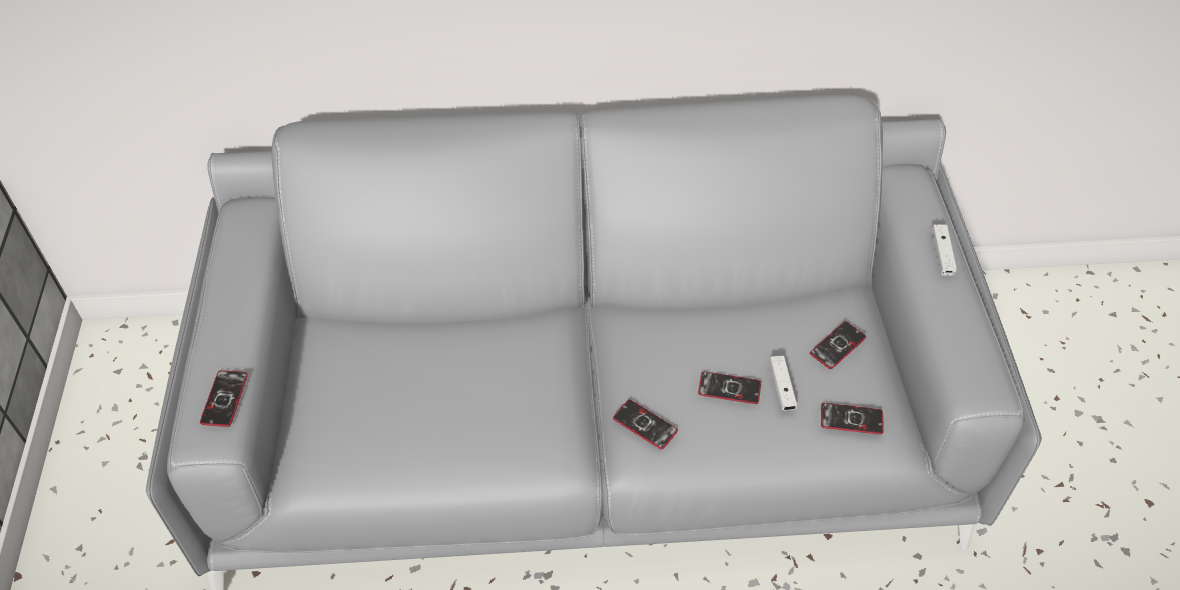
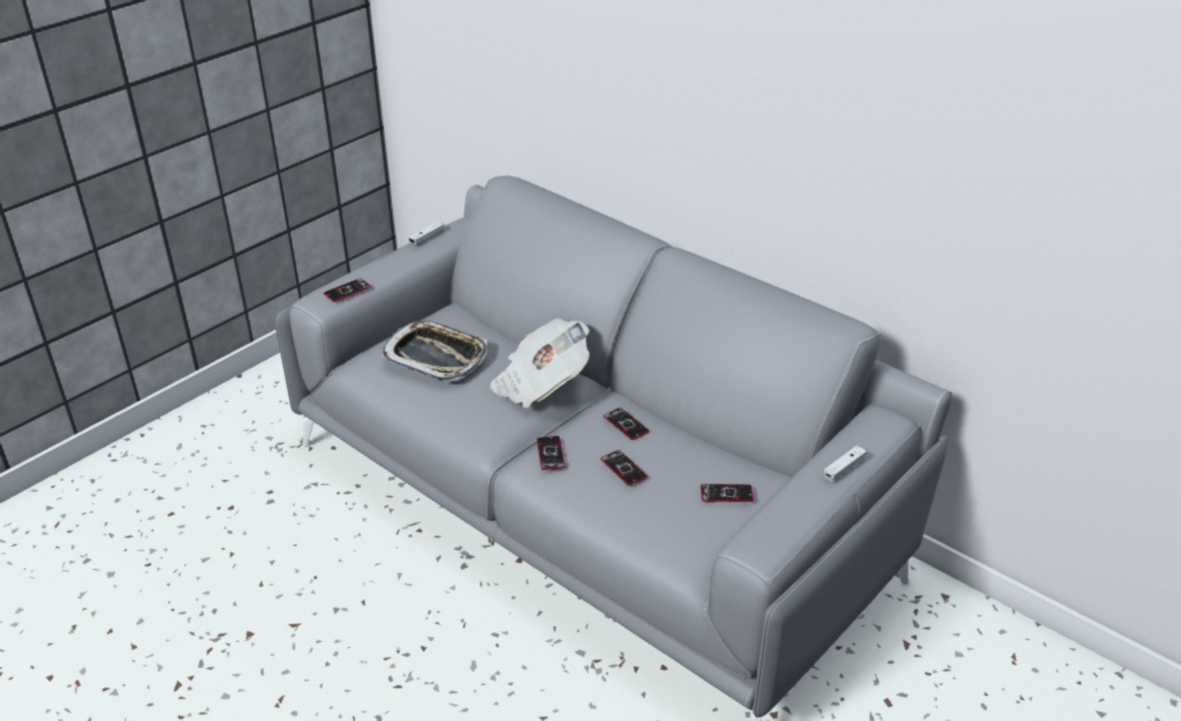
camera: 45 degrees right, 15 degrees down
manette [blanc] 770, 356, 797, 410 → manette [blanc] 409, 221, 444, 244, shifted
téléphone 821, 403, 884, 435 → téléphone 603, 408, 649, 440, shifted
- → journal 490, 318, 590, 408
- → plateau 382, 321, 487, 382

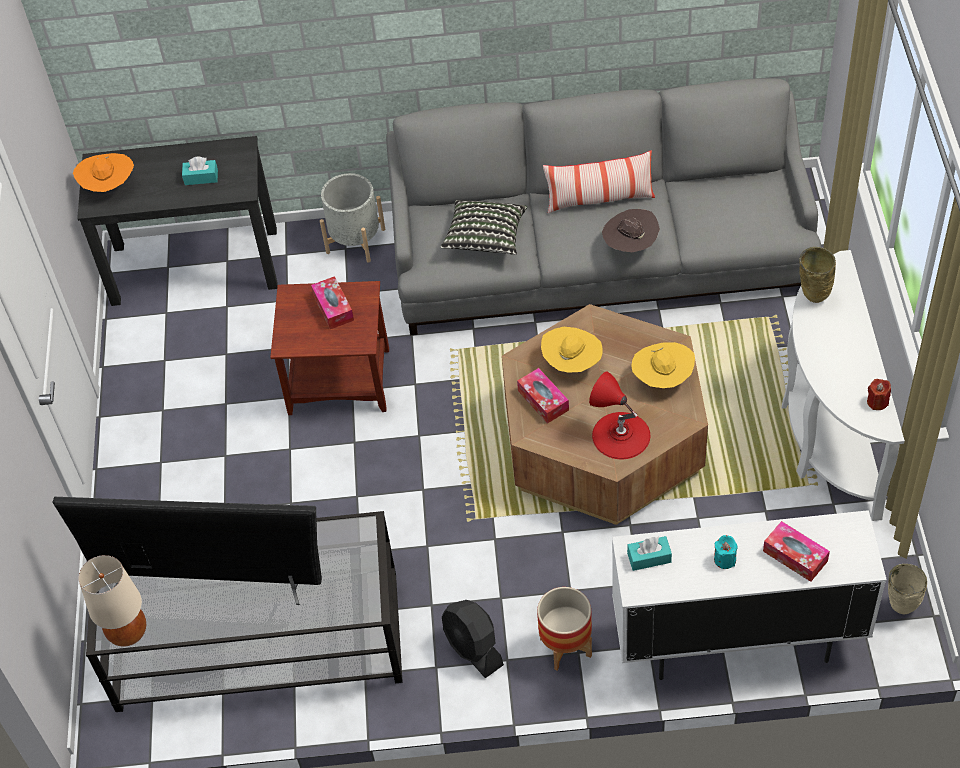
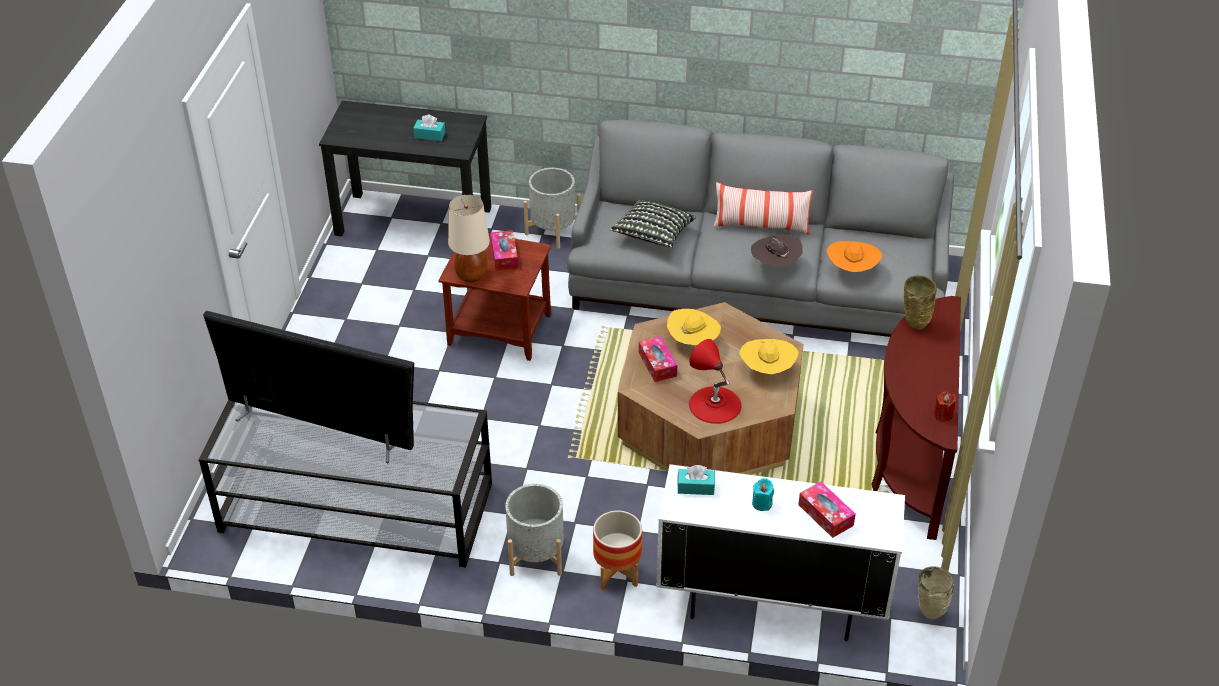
camera: 10 degrees right, 10 degrees down
chapeau [orange] 73, 153, 134, 192 → chapeau [orange] 826, 241, 883, 272, shifted
table console [blanc] 782, 250, 905, 521 → table console [marron] 871, 296, 961, 540
lampe de table [beige] 79, 555, 146, 646 → lampe de table [beige] 448, 195, 490, 282, shifted
ventilateur [noir] 442, 600, 504, 678 → cache-pot [gris] 505, 484, 564, 576

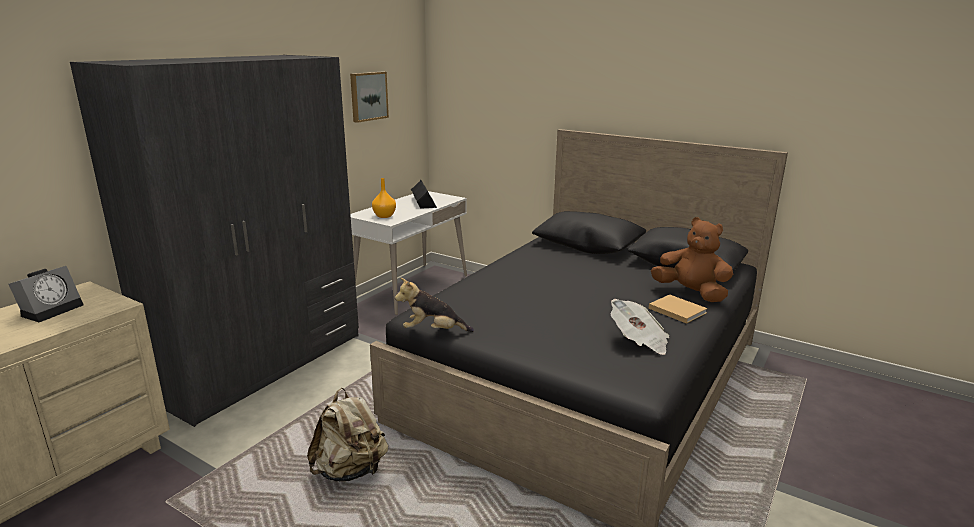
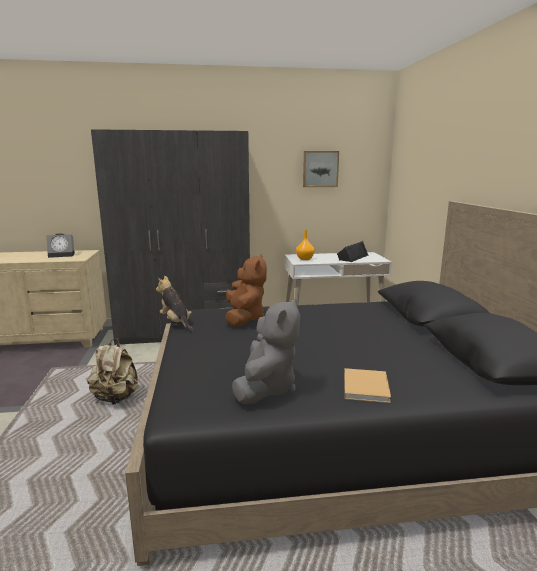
camera: 50 degrees right, 5 degrees down
peluche [marron] 651, 217, 733, 302 → peluche [marron] 225, 254, 267, 326, shifted
journal 610, 299, 669, 355 → peluche [gris] 232, 299, 300, 404

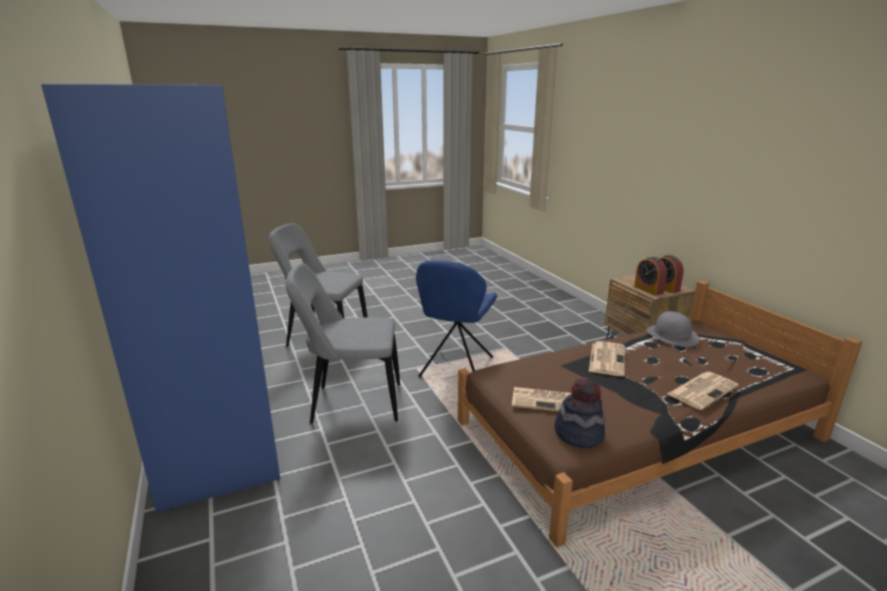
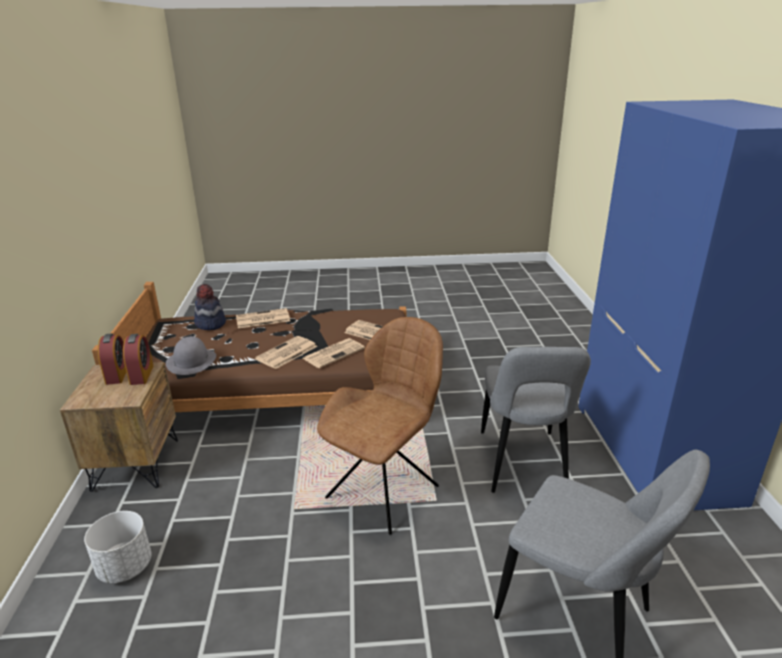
camera: 160 degrees left, 5 degrees up
chaise [bleu] 416, 260, 497, 377 → chaise [marron] 317, 317, 443, 535
chaise [gris] 286, 263, 400, 423 → chaise [gris] 481, 347, 591, 493, 75 degrees clockwise
chapeau 554, 377, 605, 448 → chapeau 194, 284, 226, 330, shifted
- → journal 303, 338, 365, 368
- → cache-pot [blanc] 84, 511, 152, 583

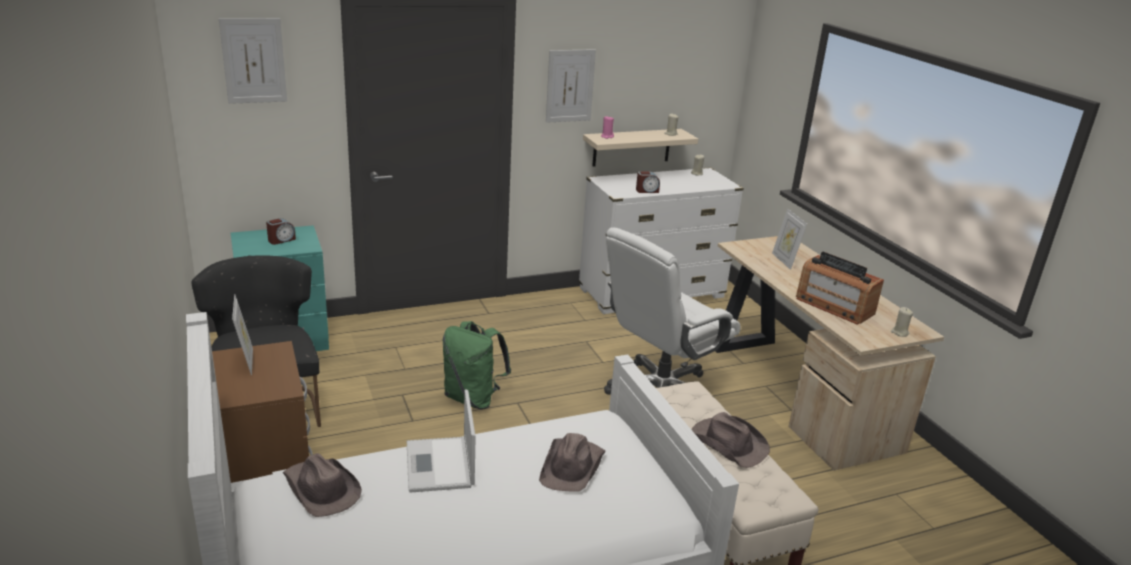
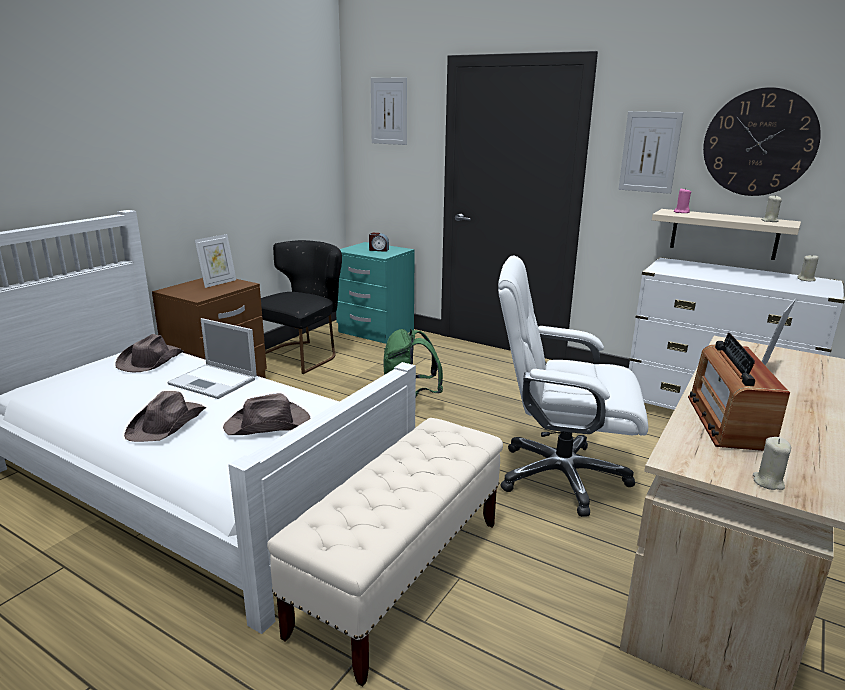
camera: 55 degrees right, 5 degrees down
réveil 636, 171, 660, 193 → -
ordinateur portable 407, 389, 476, 493 → ordinateur portable 167, 318, 257, 399, 105 degrees counterclockwise
chapeau [marron] 691, 412, 770, 468 → chapeau [marron] 124, 391, 207, 442, shifted
- → horloge murale 703, 87, 821, 196

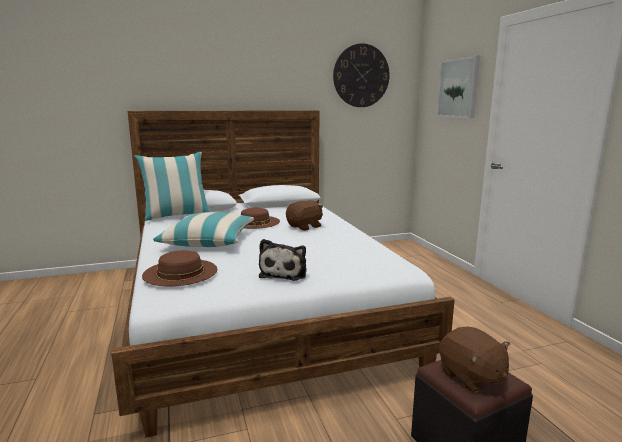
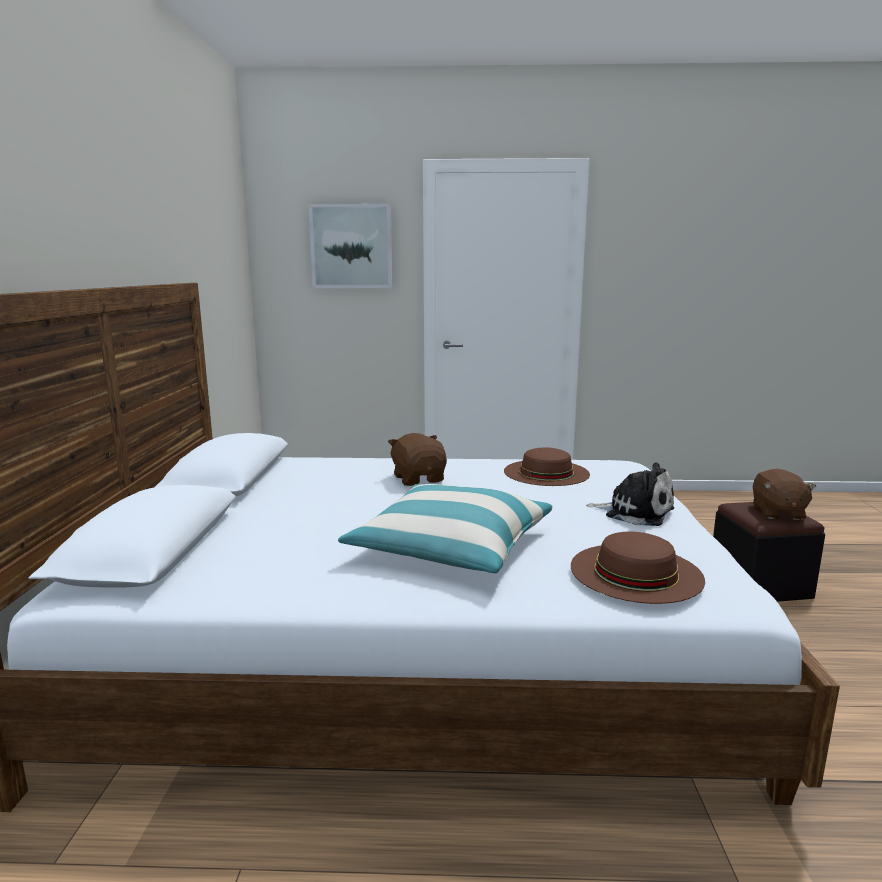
camera: 70 degrees left, 0 degrees up
horloge murale 333, 43, 390, 107 → -
coussin 134, 152, 211, 221 → -
chapeau [marron] 241, 208, 280, 229 → chapeau [marron] 504, 447, 590, 486, shifted
peluche [marron] 439, 326, 510, 393 → peluche [marron] 753, 469, 816, 520, 105 degrees clockwise

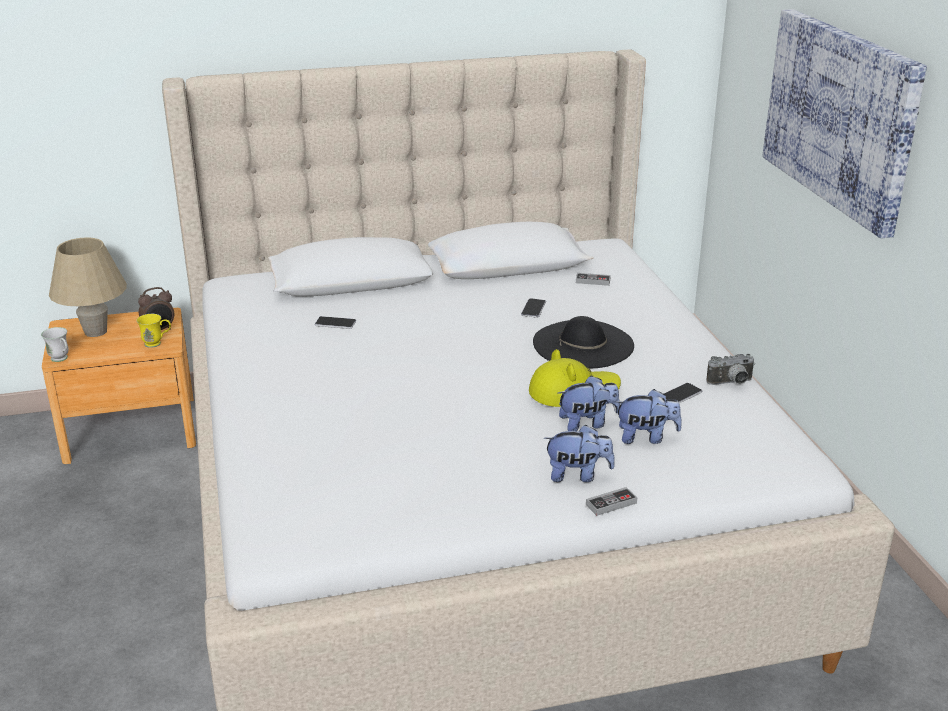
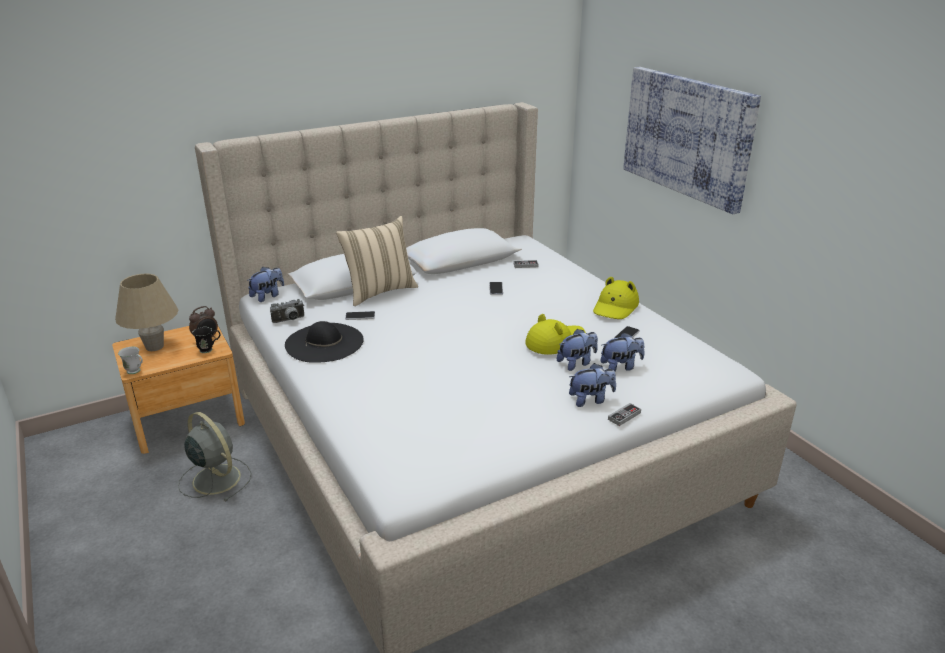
camera: 15 degrees left, 0 degrees up
mug [jaune] 136, 314, 171, 348 → mug [noir] 192, 327, 220, 353
chapeau [noir] 533, 316, 634, 368 → chapeau [noir] 285, 321, 364, 363, shifted
appareil photo 706, 354, 755, 385 → appareil photo 270, 299, 304, 323, shifted
- → coussin [beige] 336, 216, 418, 306
- → peluche 247, 267, 284, 302
- → chapeau [jaune] 593, 277, 639, 319
- → ventilateur [gris] 178, 412, 251, 501

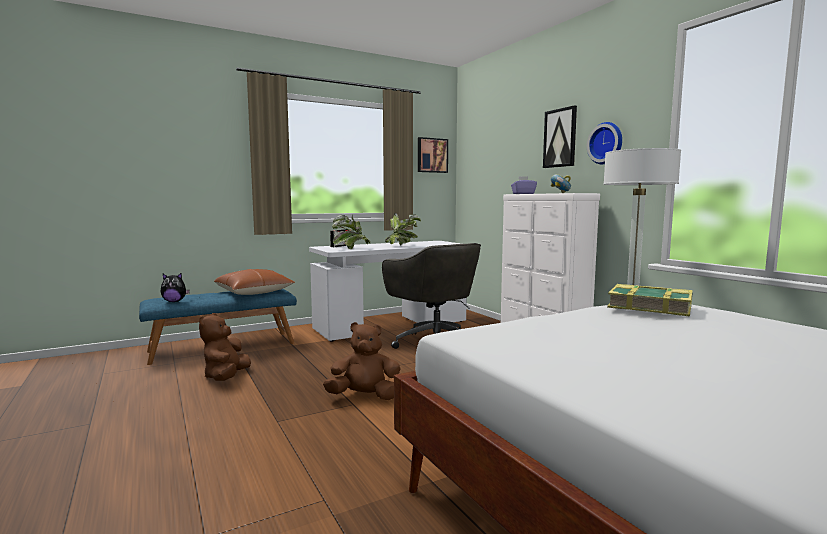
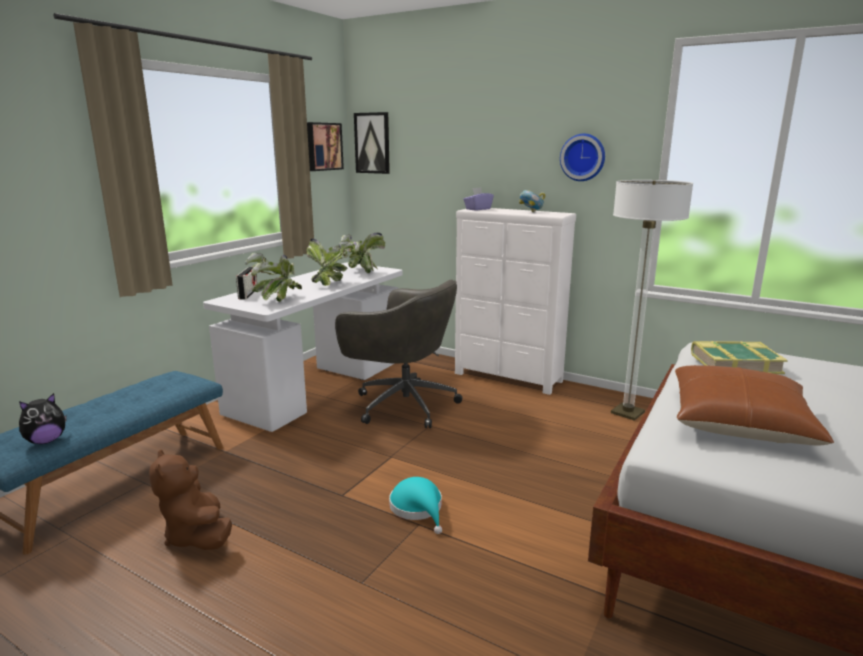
camera: 30 degrees left, 10 degrees up
tableau 543, 105, 577, 168 → tableau 354, 112, 390, 174, shifted
coussin [marron] 214, 269, 295, 295 → coussin [marron] 675, 365, 834, 446, shifted
peluche [marron] 323, 322, 401, 400 → chapeau [turquoise] 389, 477, 442, 534
- → plante en pot 341, 233, 385, 273

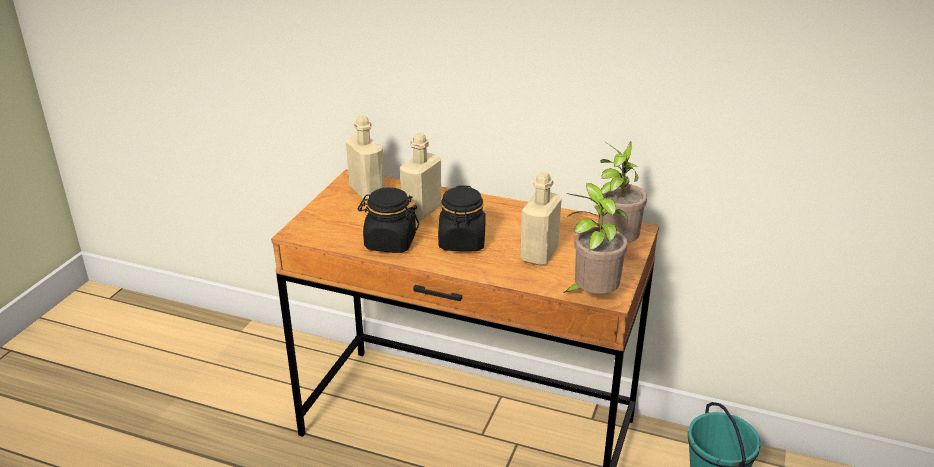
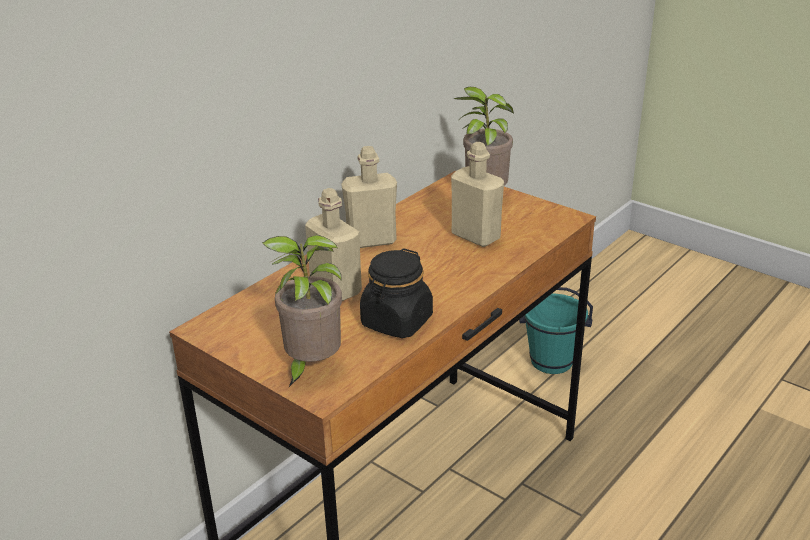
camera: 70 degrees left, 0 degrees up
bouteille [beige] 346, 115, 385, 199 → bouteille [beige] 341, 146, 397, 248, shifted
plante en pot 564, 183, 628, 294 → plante en pot 262, 235, 342, 387, shifted
bocal [noir] 438, 185, 486, 252 → -

